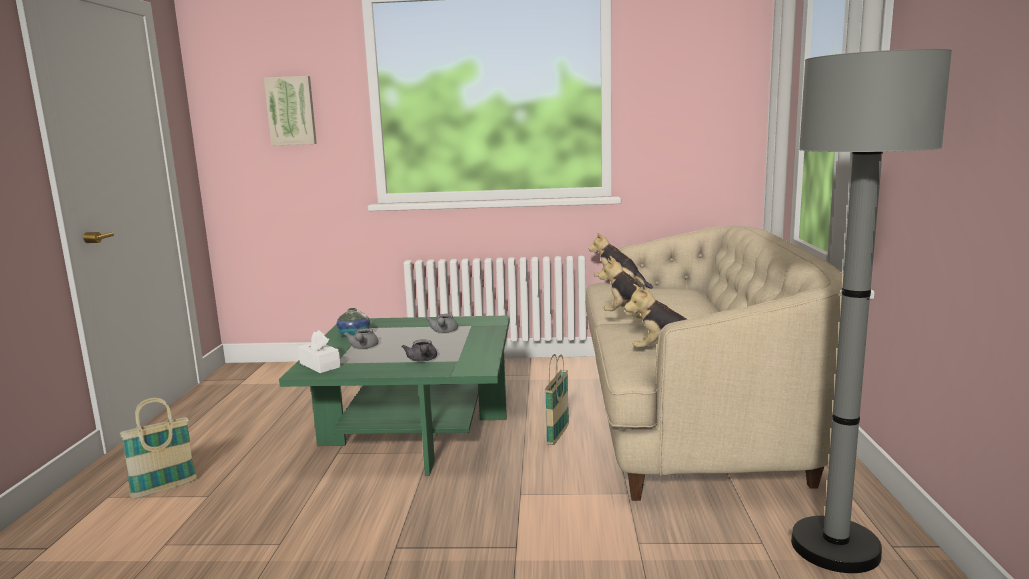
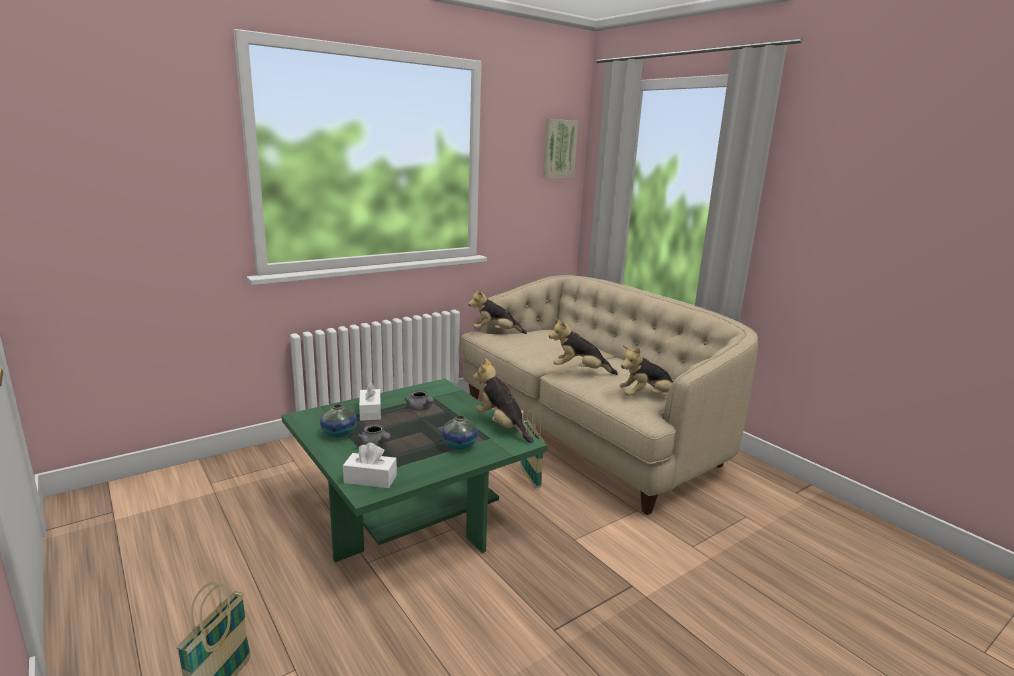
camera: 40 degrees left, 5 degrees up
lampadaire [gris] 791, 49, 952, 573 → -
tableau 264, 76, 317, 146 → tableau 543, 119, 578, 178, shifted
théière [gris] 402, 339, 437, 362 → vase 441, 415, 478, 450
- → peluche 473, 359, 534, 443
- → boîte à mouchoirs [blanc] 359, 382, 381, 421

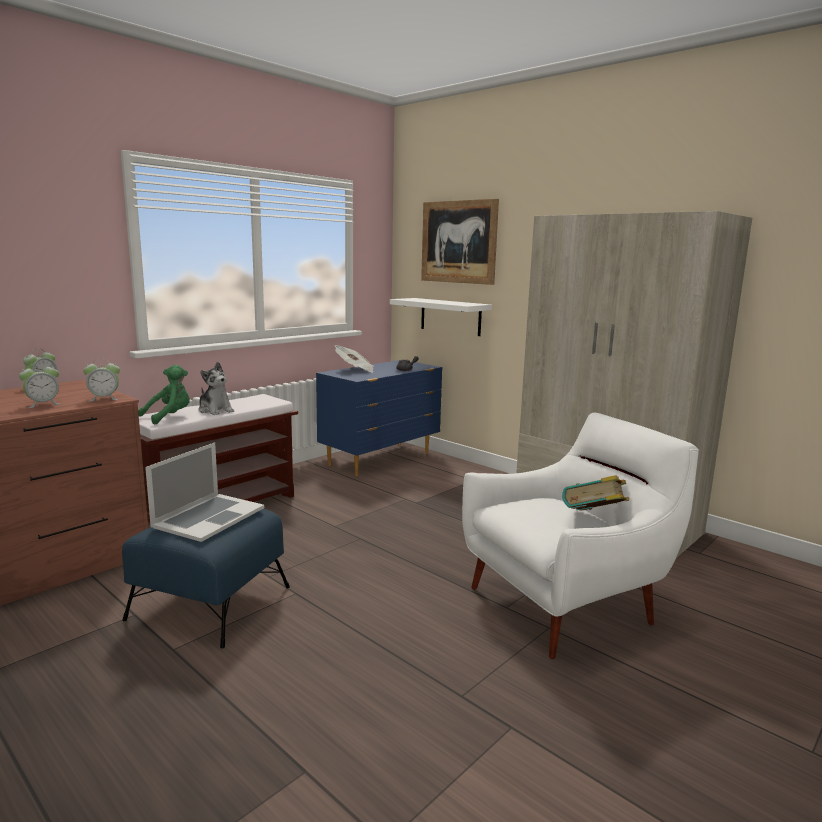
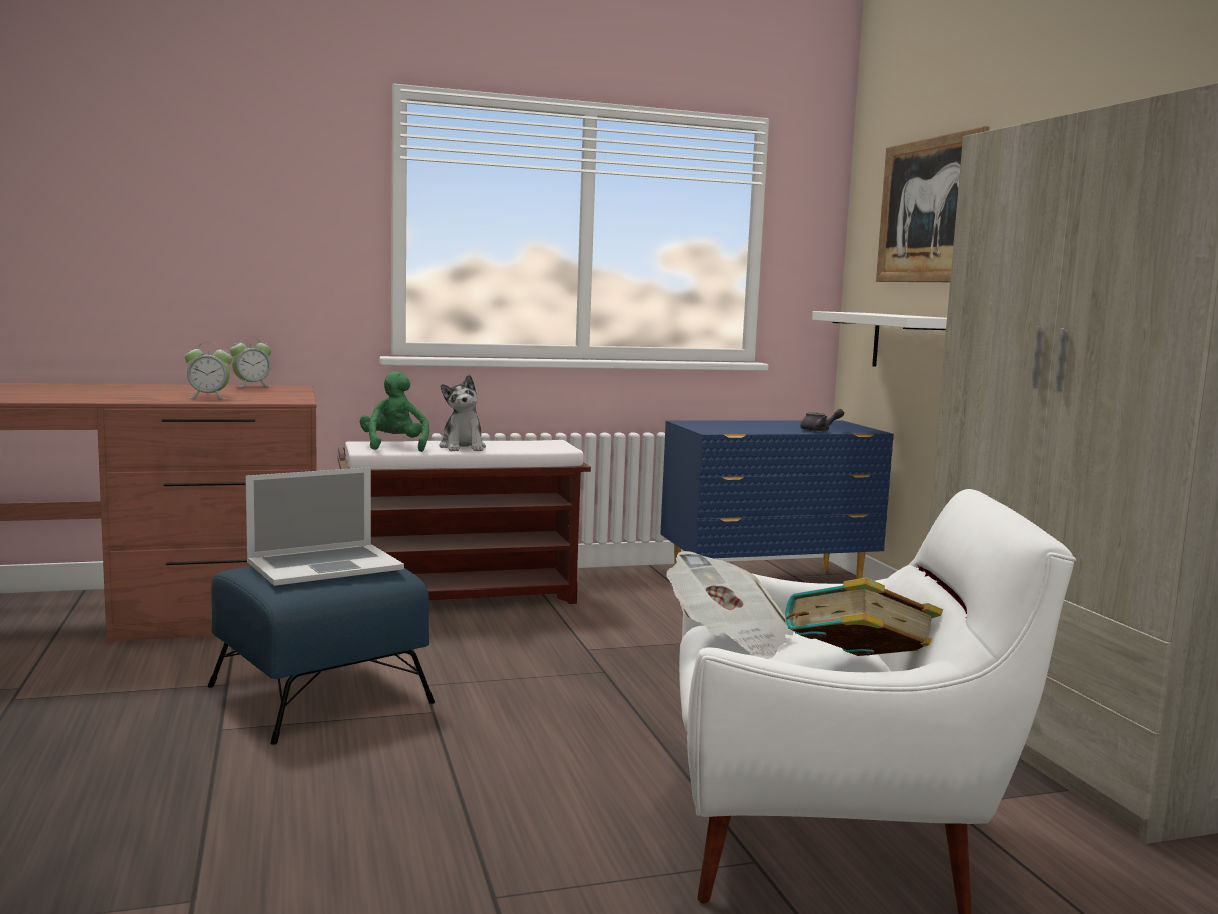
camera: 30 degrees right, 5 degrees down
journal 335, 345, 374, 373 → journal 667, 551, 794, 659, shifted
réveil 83, 358, 120, 401 → -
peluche [vert] 138, 365, 190, 425 → peluche [vert] 360, 371, 429, 452, 90 degrees counterclockwise

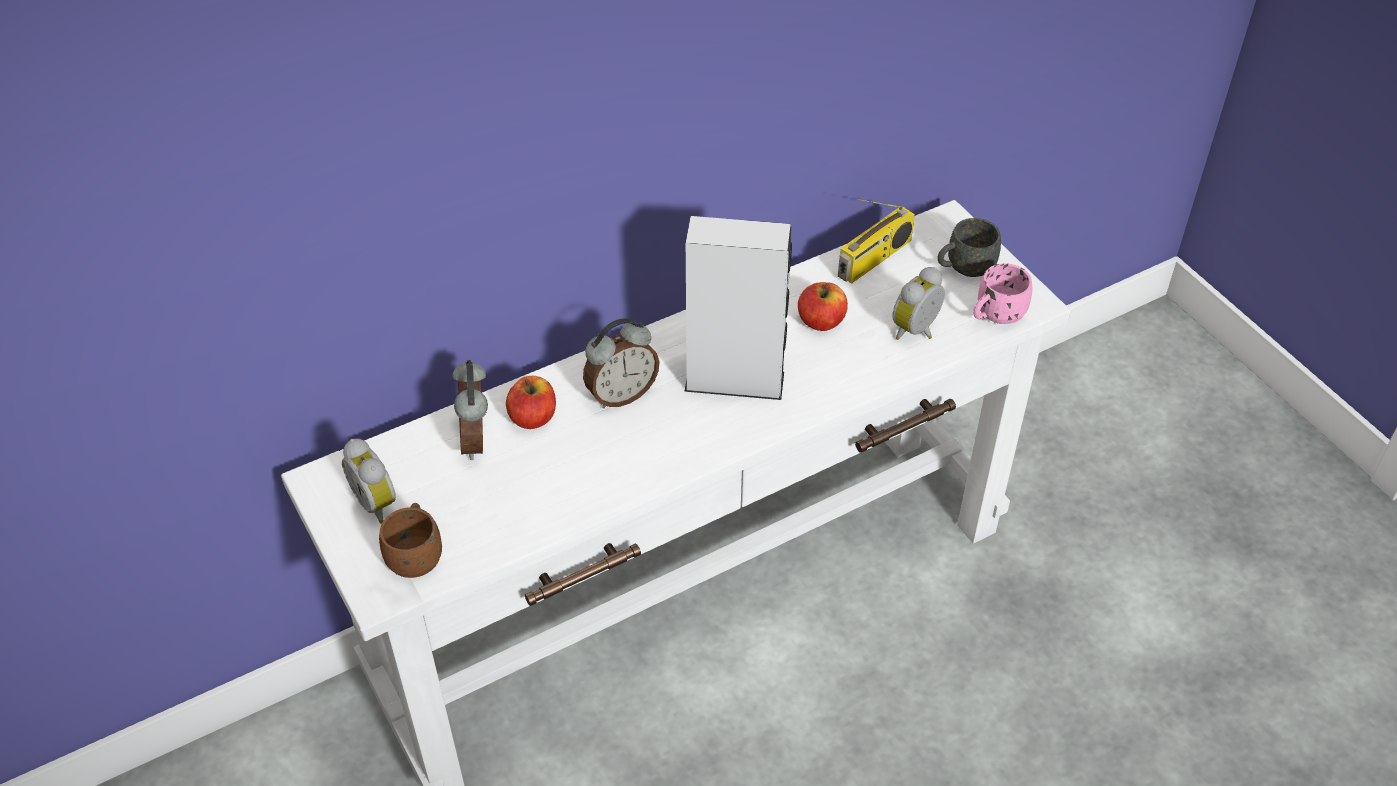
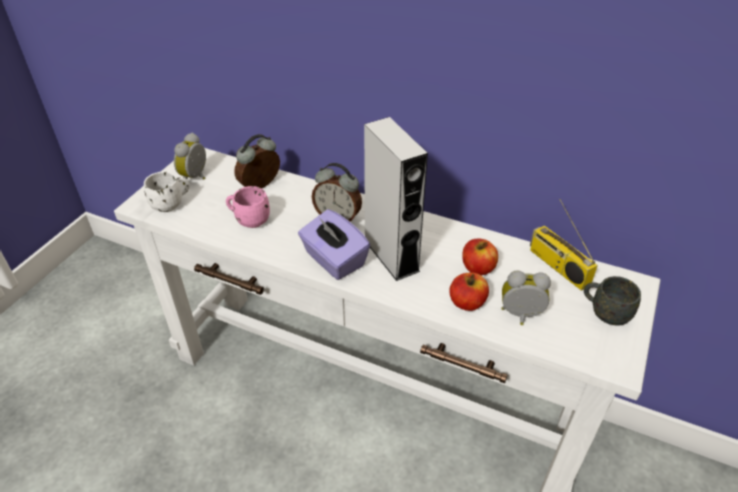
camera: 55 degrees right, 5 degrees down
radio 838, 199, 915, 284 → radio 530, 199, 598, 291, 45 degrees clockwise
mug [rose] 973, 263, 1032, 324 → mug [rose] 226, 186, 270, 228, shifted
pomme 506, 376, 556, 429 → pomme 449, 273, 489, 311, shifted
mug [marron] 379, 503, 442, 578 → mug [blanc] 144, 172, 190, 212
- → boîte à mouchoirs [violet] 298, 209, 370, 280

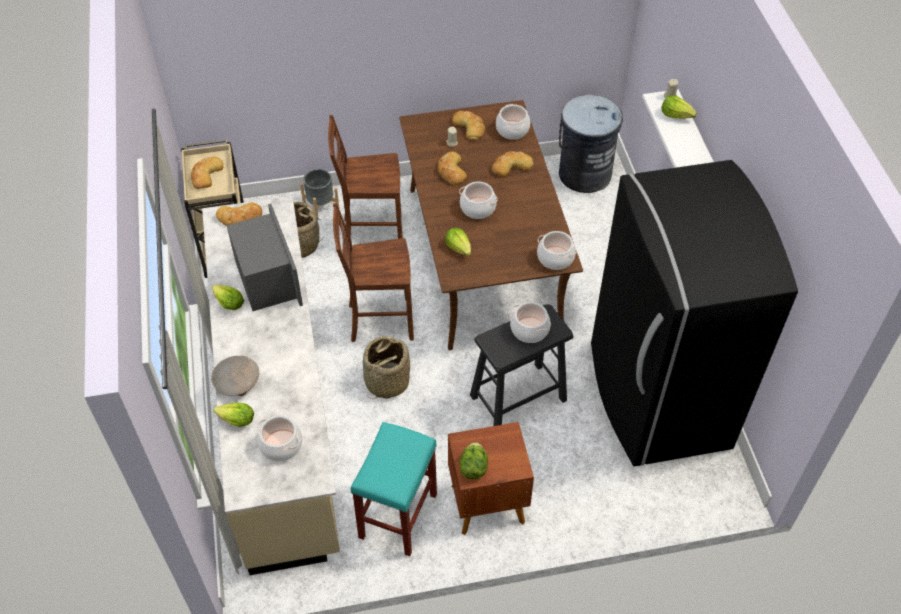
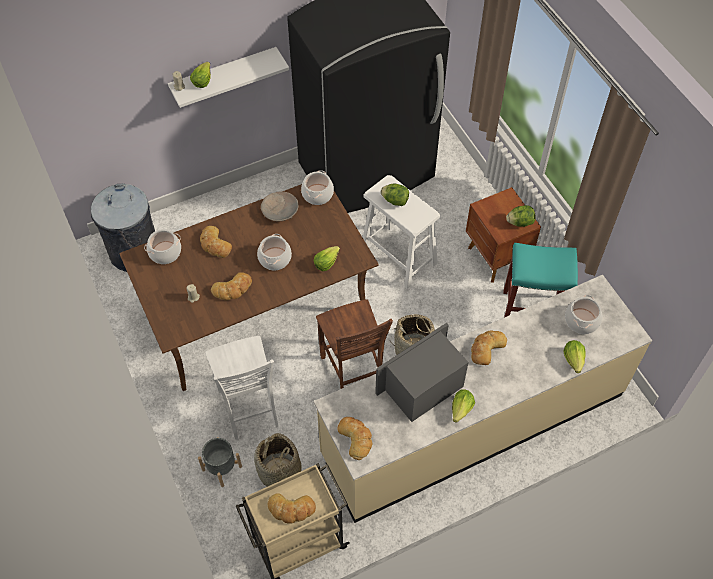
camera: 105 degrees left, 5 degrees up
pain 452, 111, 485, 141 → pain 471, 331, 507, 365, shifted
chaise [marron] 328, 115, 403, 239 → chaise [blanc] 205, 336, 278, 440
marmite 510, 302, 551, 343 → laitue 381, 183, 409, 206
tabouret [noir] 470, 304, 573, 426 → tabouret [blanc] 363, 175, 440, 289
bol [beige] 211, 356, 259, 396 → bol [beige] 261, 191, 299, 221, shifted

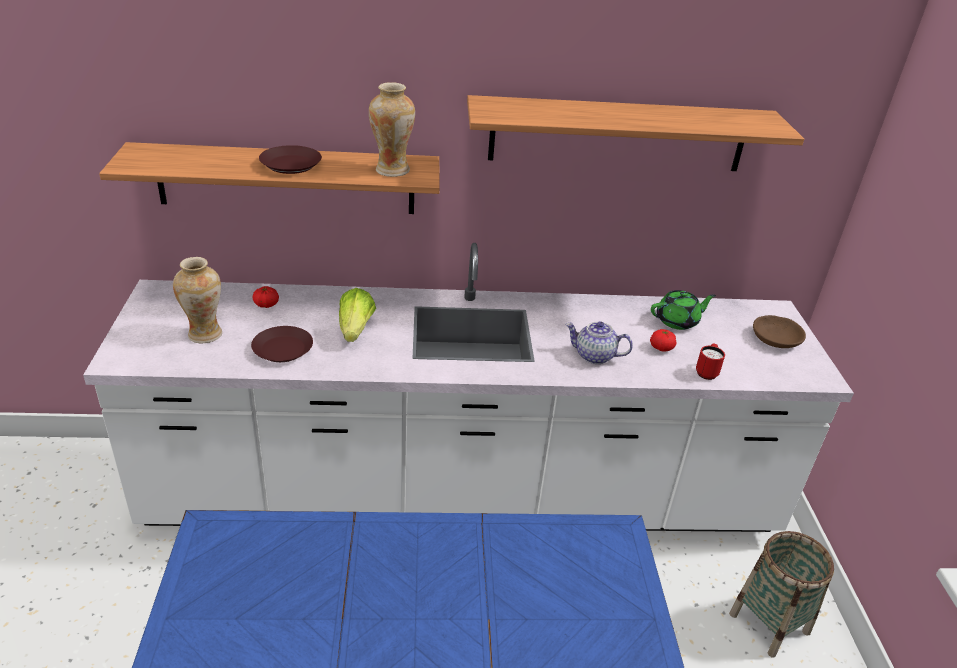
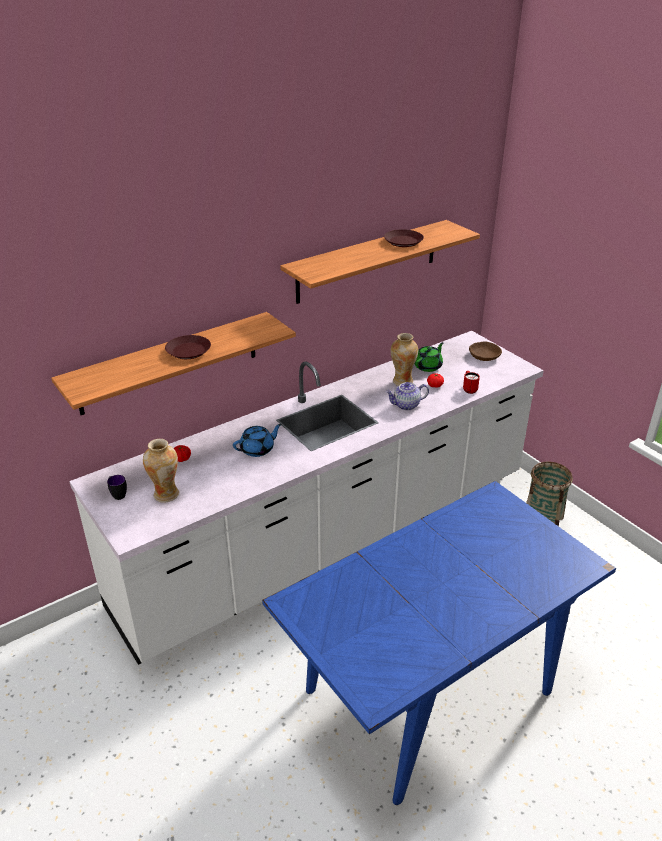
camera: 30 degrees left, 0 degrees up
vase 369, 82, 415, 177 → vase 391, 333, 418, 386, shifted
laitue 339, 288, 376, 342 → théière [bleu] 233, 424, 282, 457
assiette [marron] 251, 326, 313, 362 → assiette [marron] 384, 229, 424, 247, shifted
- → mug 107, 475, 127, 500

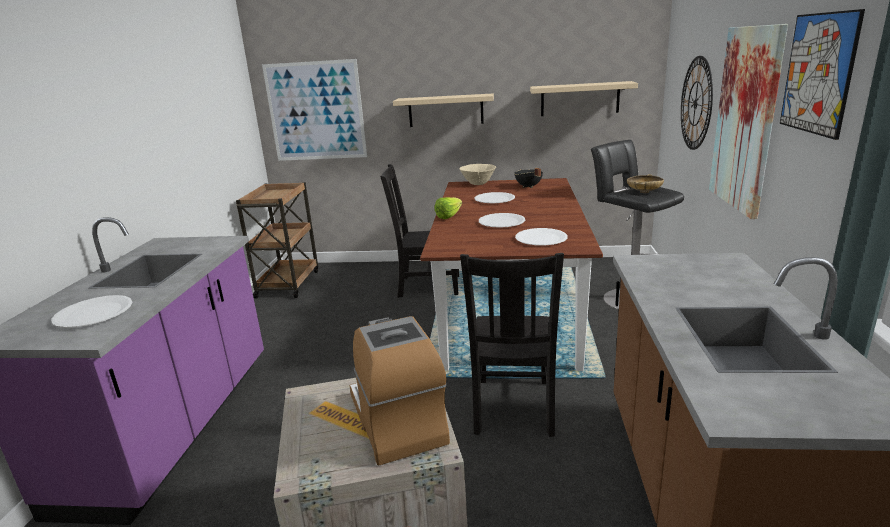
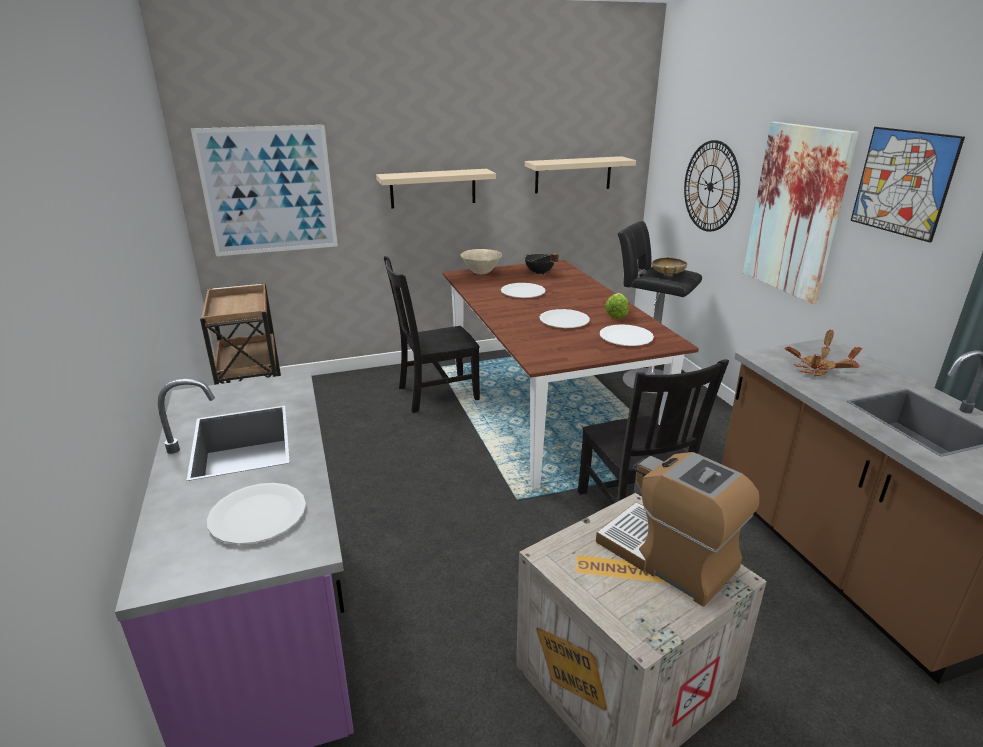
camera: 25 degrees left, 5 degrees up
laitue 435, 197, 462, 219 → laitue 605, 293, 628, 319, shifted
- → plante en pot 785, 329, 863, 376

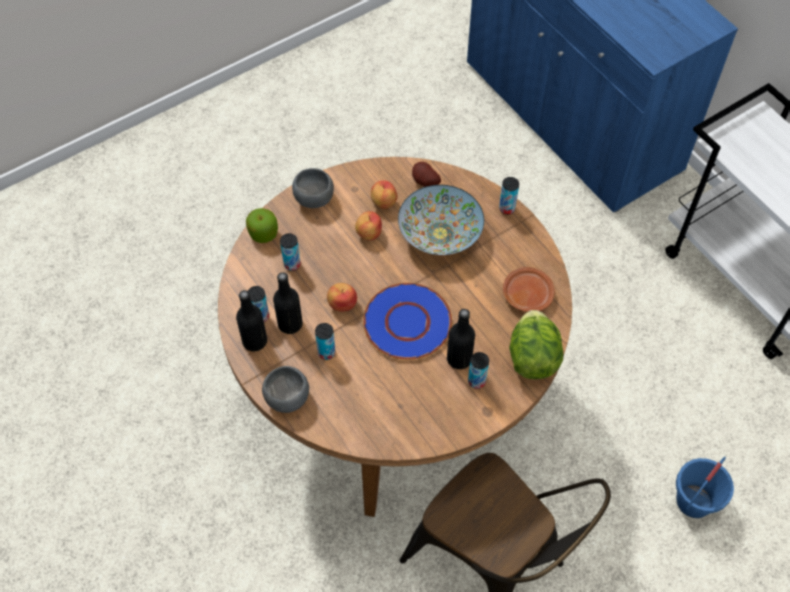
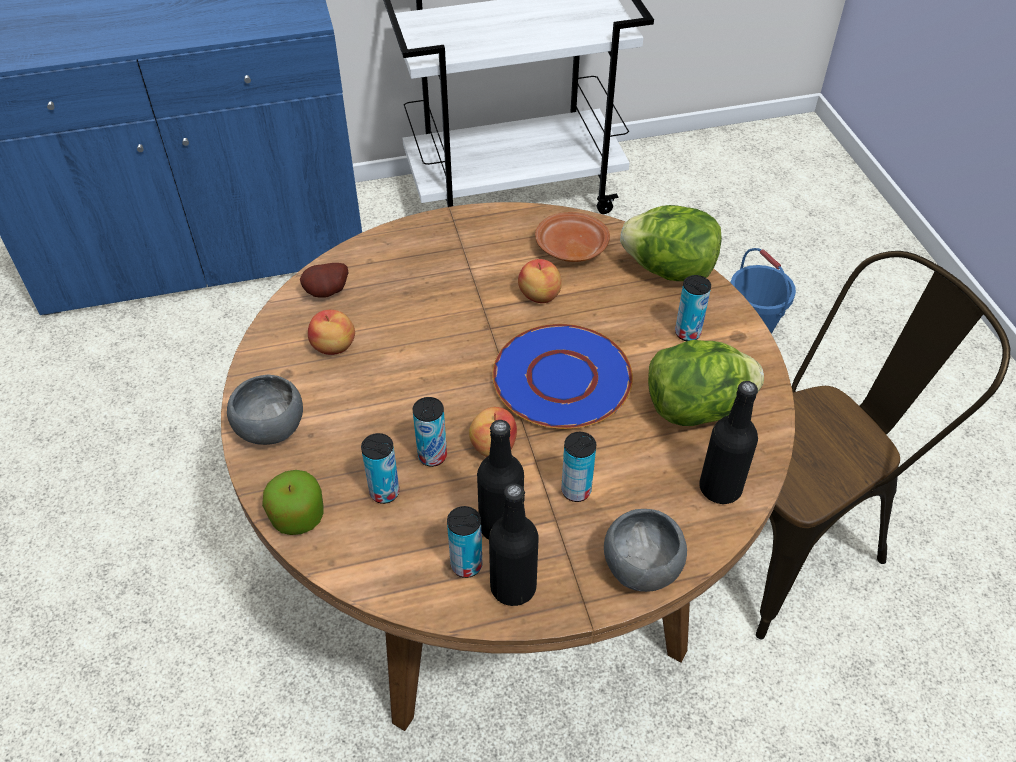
camera: 70 degrees left, 10 degrees down
boîte métallique 499, 177, 519, 215 → boîte métallique 413, 397, 447, 467, shifted
bol 398, 185, 484, 255 → -
pomme 355, 211, 382, 240 → pomme 518, 259, 562, 303, shifted
bouteille [noir] 447, 309, 475, 369 → bouteille [noir] 699, 381, 758, 504, shifted
- → laitue 648, 340, 764, 426

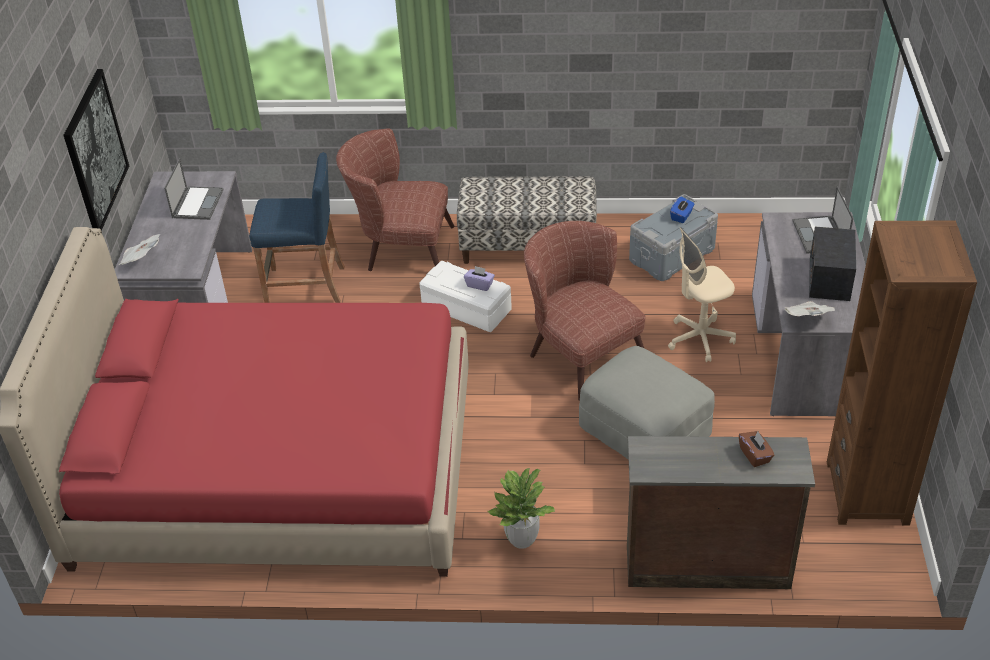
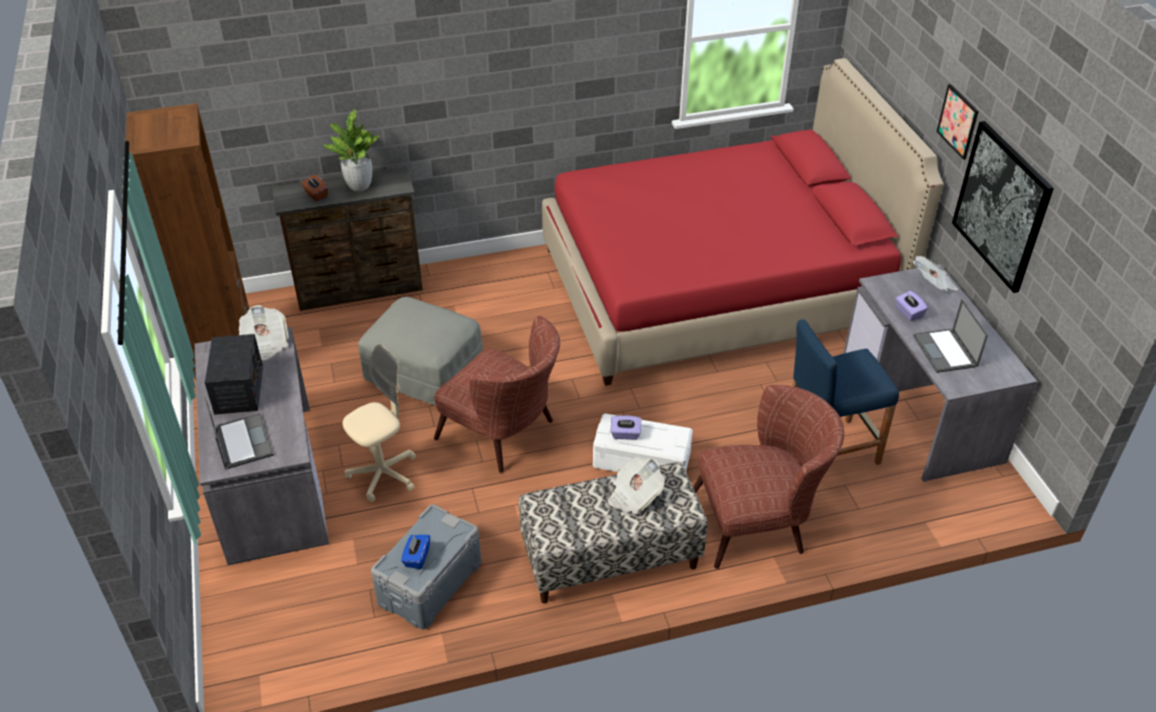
camera: 160 degrees right, 0 degrees up
plante en pot 487, 468, 555, 549 → plante en pot 324, 109, 380, 192, shifted
- → tableau 937, 84, 979, 160
- → boîte à mouchoirs [violet] 895, 291, 928, 321
- → journal 608, 457, 665, 515

